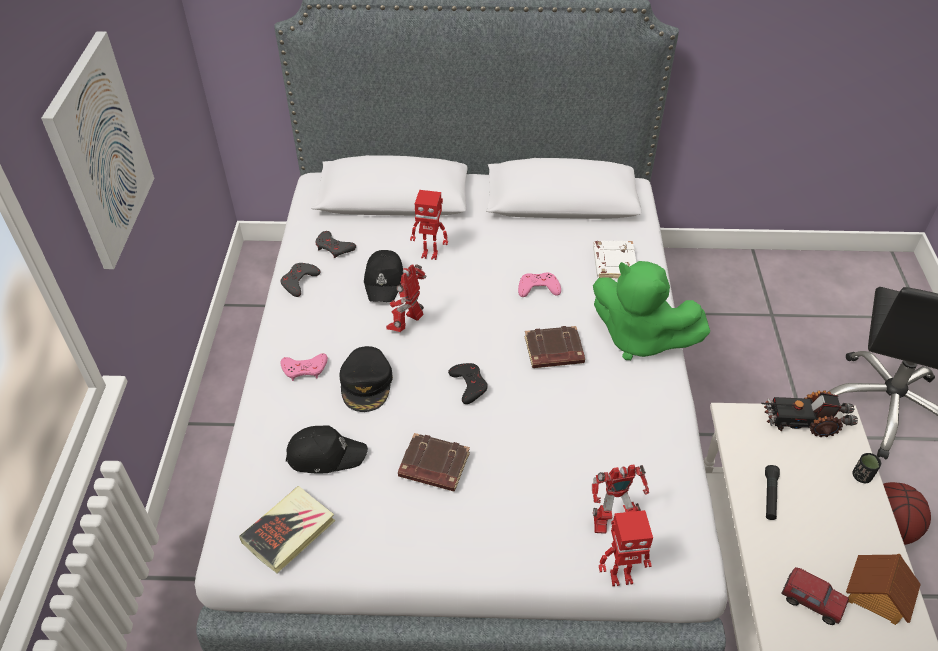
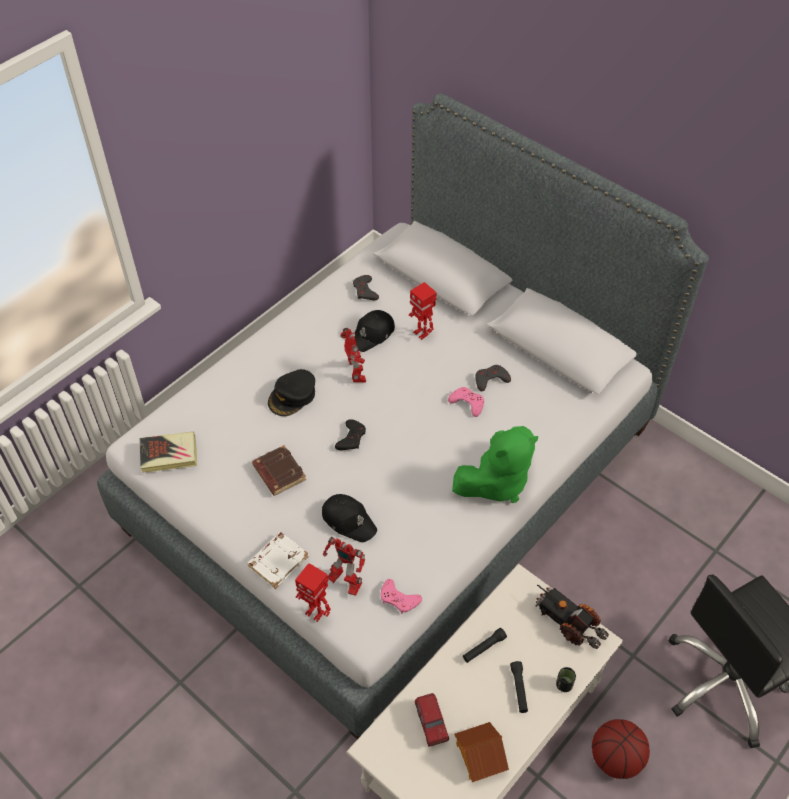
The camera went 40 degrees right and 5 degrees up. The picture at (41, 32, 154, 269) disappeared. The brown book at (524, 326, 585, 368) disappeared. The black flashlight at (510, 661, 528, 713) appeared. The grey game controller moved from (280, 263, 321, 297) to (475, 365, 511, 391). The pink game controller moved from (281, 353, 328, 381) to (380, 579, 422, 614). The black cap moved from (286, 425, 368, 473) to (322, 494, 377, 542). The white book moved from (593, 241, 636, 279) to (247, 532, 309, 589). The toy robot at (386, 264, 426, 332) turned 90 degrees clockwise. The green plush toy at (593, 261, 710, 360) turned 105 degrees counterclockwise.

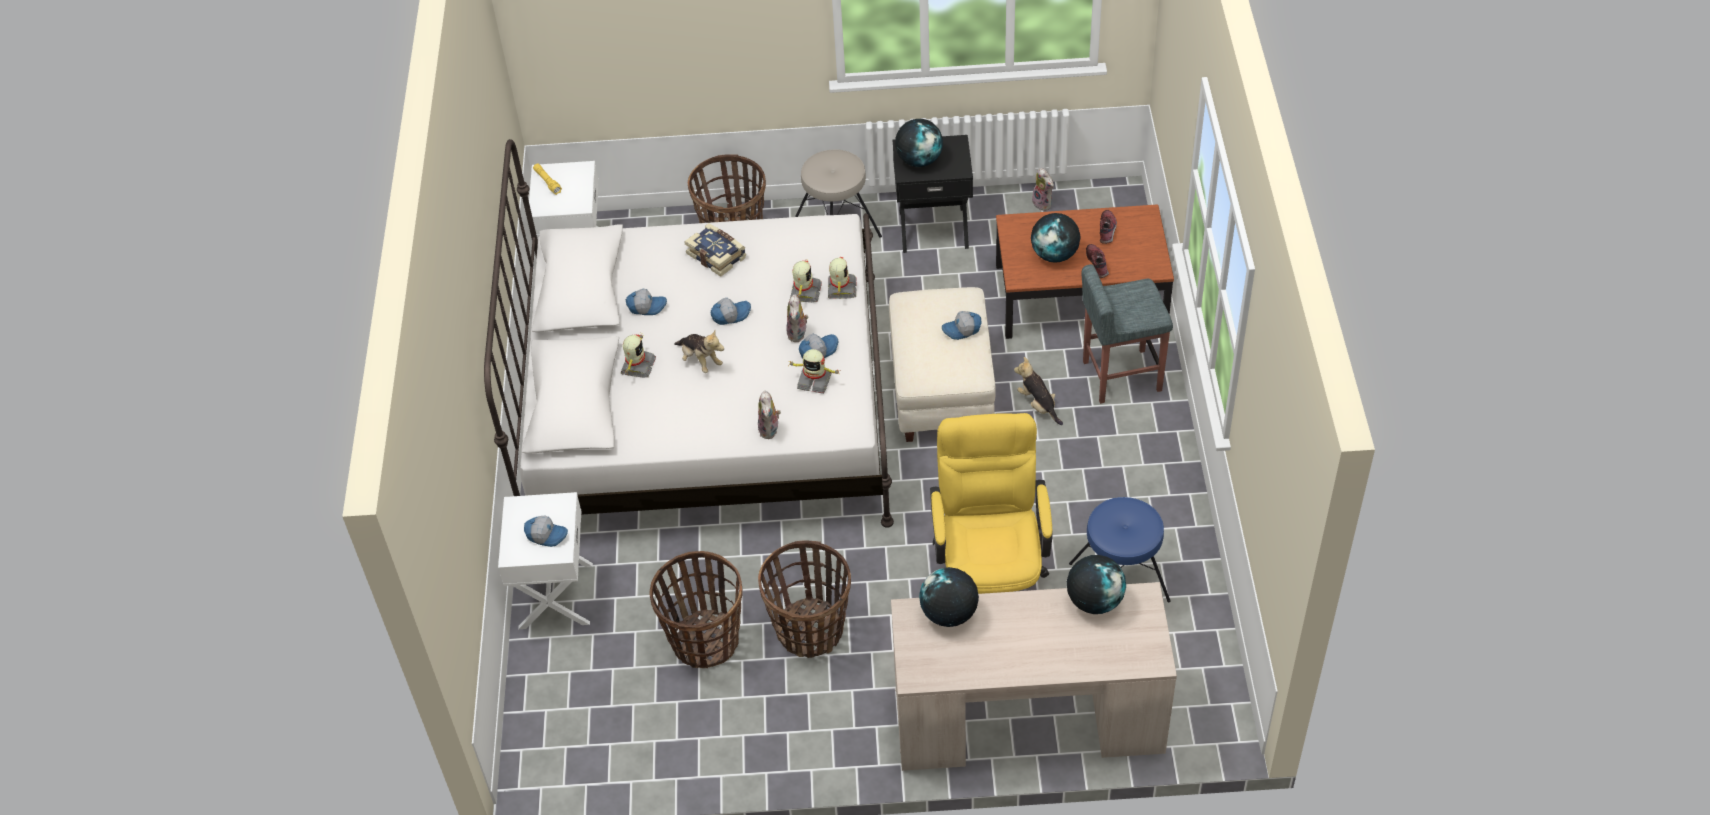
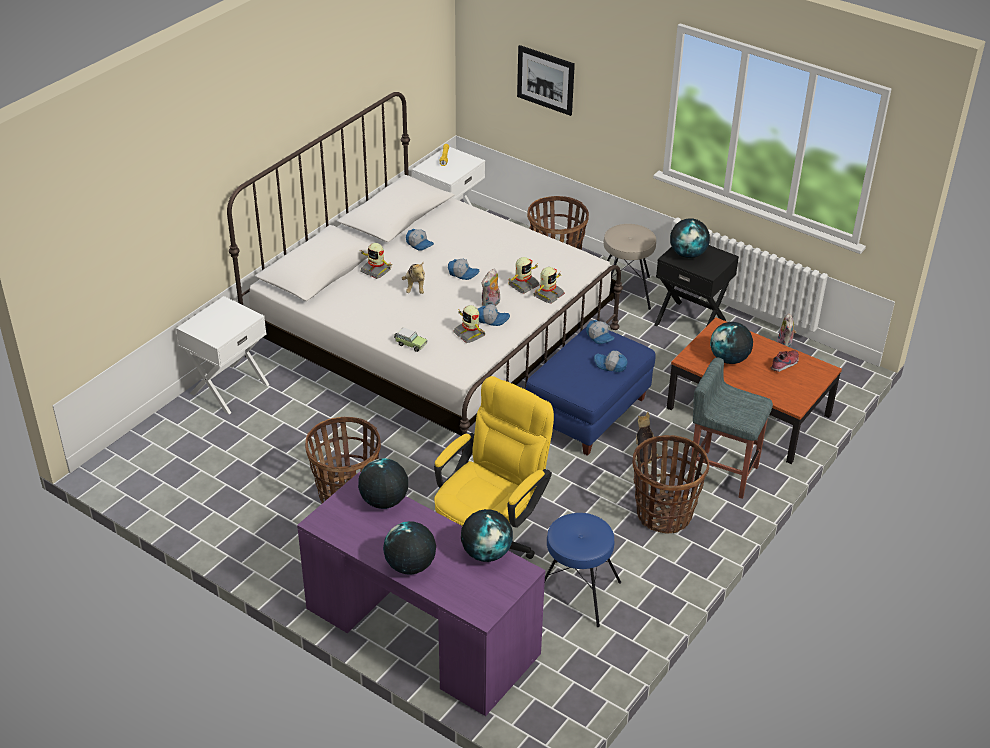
The camera went 35 degrees right and 10 degrees down. The book at (684, 223, 746, 277) disappeared. The shoe at (1086, 244, 1109, 278) disappeared. The globe at (383, 521, 436, 575) appeared. The picture at (517, 45, 575, 116) appeared. The cap moved from (524, 516, 568, 547) to (586, 320, 614, 344). The basket moved from (649, 551, 743, 668) to (632, 435, 709, 533). The plush toy at (758, 390, 781, 439) was replaced by the toy car at (394, 327, 427, 352). The beige ottoman at (889, 287, 996, 442) became the blue ottoman at (526, 327, 656, 456). The beige desk at (891, 582, 1177, 771) became the purple desk at (297, 472, 545, 716). The toy robot at (621, 333, 656, 377) turned 75 degrees clockwise.

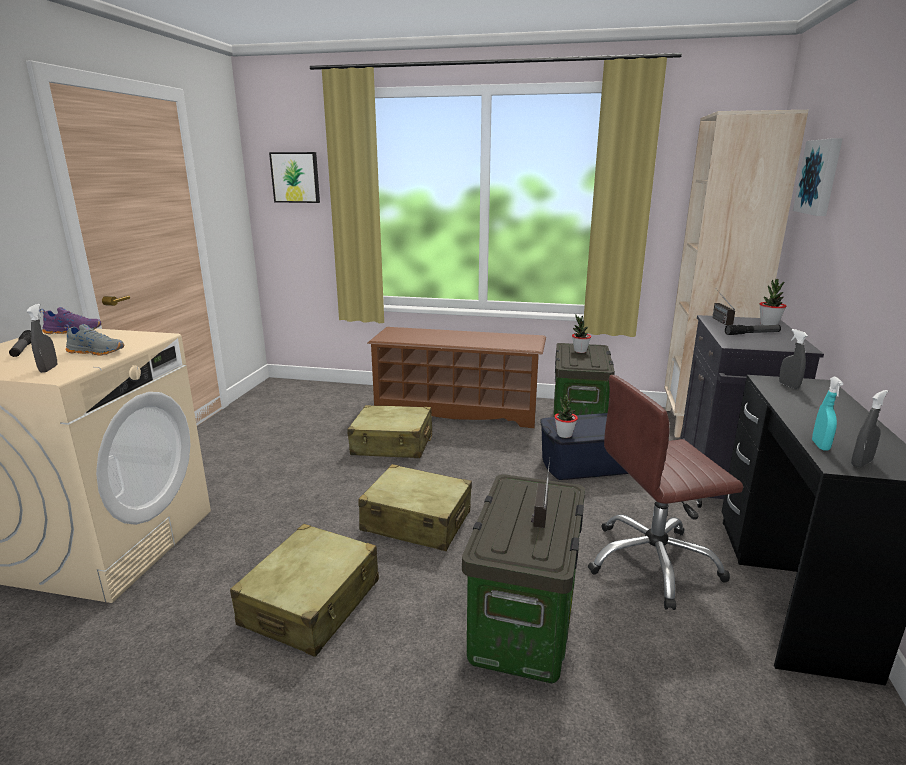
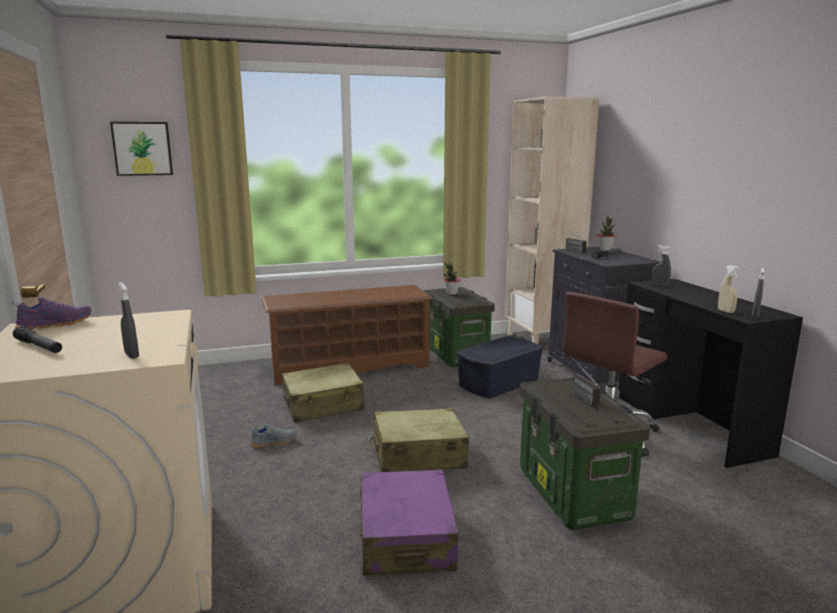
The camera went 30 degrees left and 5 degrees down. The potted plant at (554, 394, 578, 438) disappeared. The picture at (793, 138, 843, 216) disappeared. The grey shoe moved from (64, 324, 124, 356) to (249, 424, 297, 448). The beige suitcase at (230, 524, 379, 657) became the purple suitcase at (360, 469, 459, 576). The turquoise spray bottle at (812, 377, 843, 451) became the beige spray bottle at (718, 265, 739, 313).

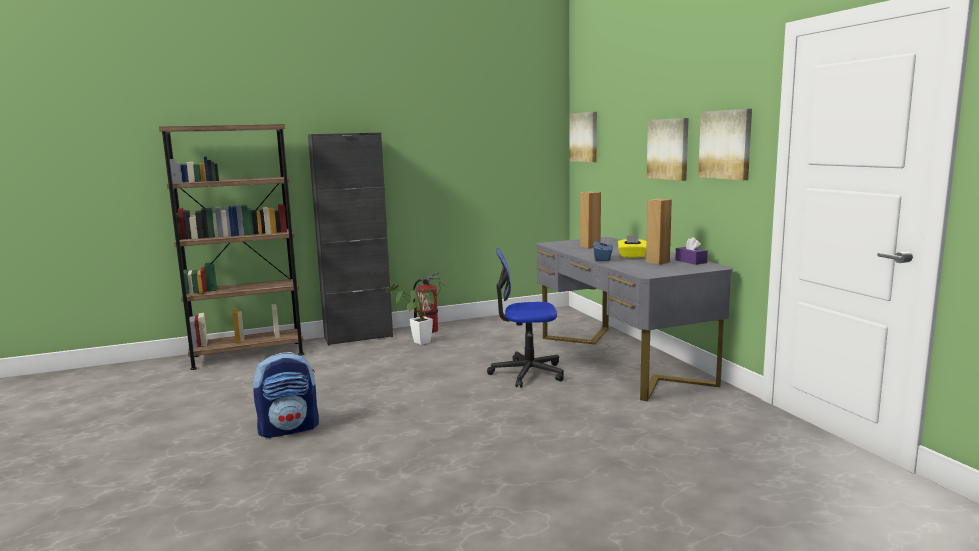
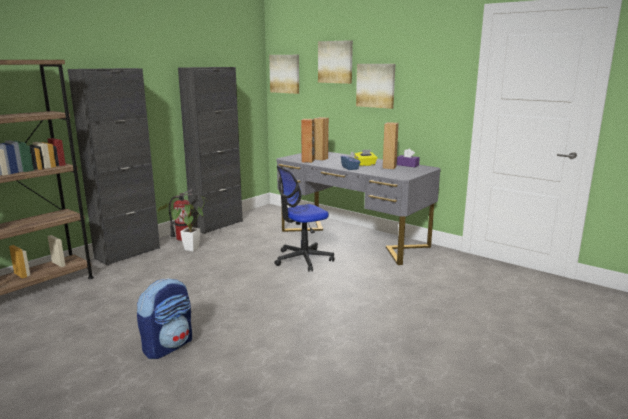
The camera went 30 degrees left and 5 degrees up. The black cabinet at (178, 67, 243, 234) appeared. The brown speaker at (301, 119, 314, 163) appeared. The picture moved from (698, 109, 752, 180) to (318, 40, 353, 84).

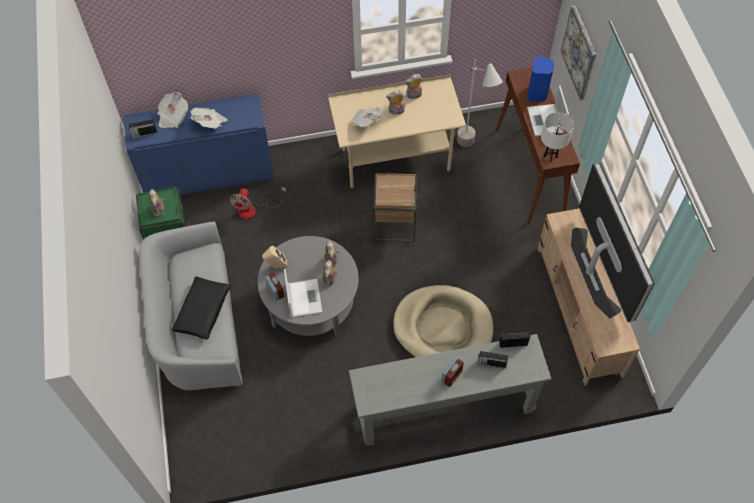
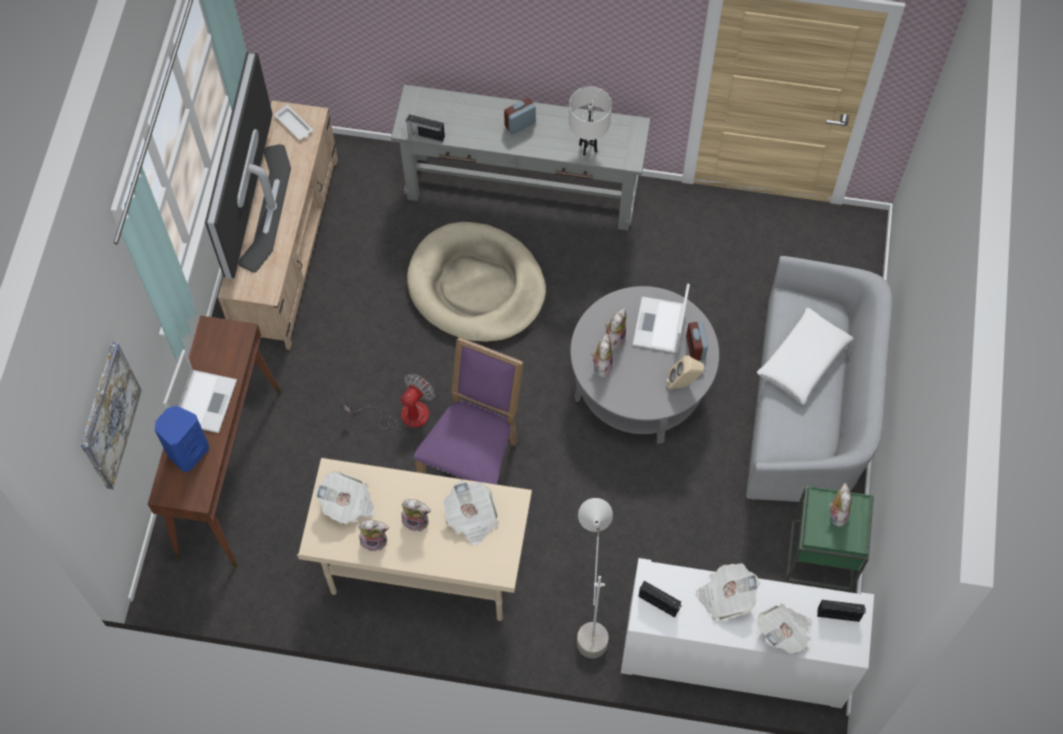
The camera went 160 degrees left and 5 degrees up. The white tray at (274, 105, 313, 140) appeared. The newspaper at (315, 471, 375, 524) appeared. The fan moved from (229, 187, 286, 220) to (344, 374, 434, 430). The grey floor lamp moved from (457, 59, 503, 147) to (577, 498, 613, 658). The radio moved from (478, 351, 508, 369) to (638, 581, 682, 617). The white table lamp moved from (541, 112, 574, 163) to (569, 86, 612, 156). The brown side table at (373, 173, 417, 242) was replaced by the purple chair at (414, 336, 524, 484). The blue cabinet at (123, 93, 274, 195) became the white cabinet at (621, 558, 874, 709). The black pillow at (171, 277, 231, 340) became the white pillow at (757, 308, 854, 405).

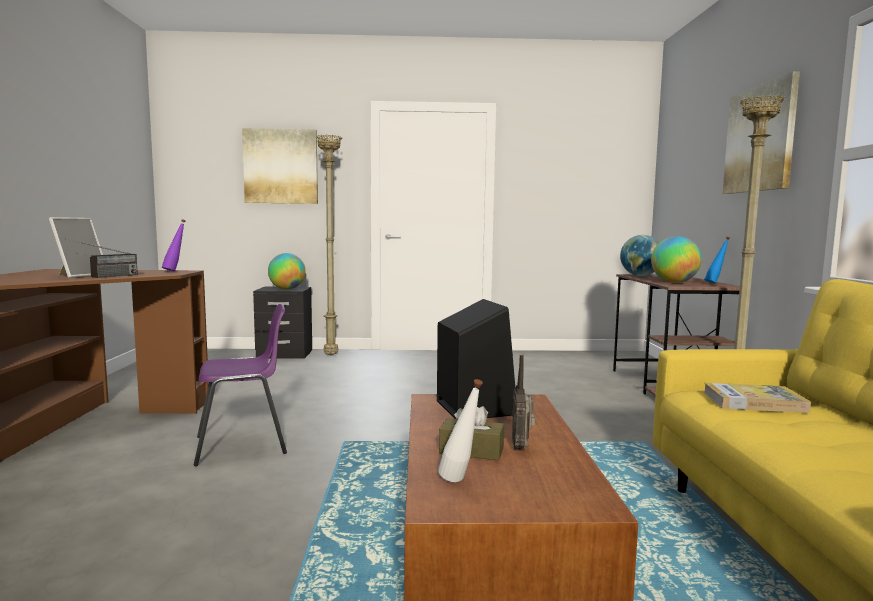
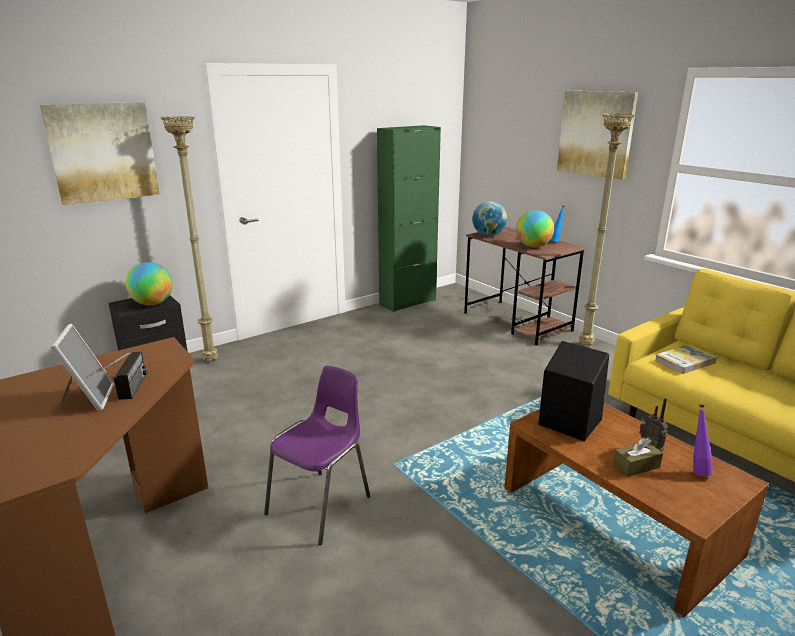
The camera went 35 degrees left and 15 degrees up. The white bottle at (438, 379, 483, 482) disappeared. The green cabinet at (377, 125, 441, 312) appeared. The purple bottle moved from (162, 219, 186, 271) to (693, 404, 712, 476).

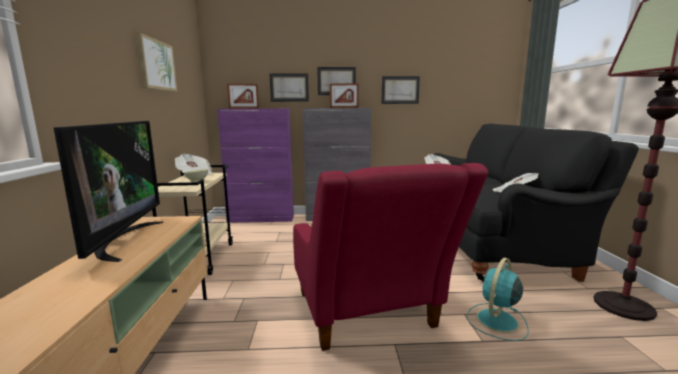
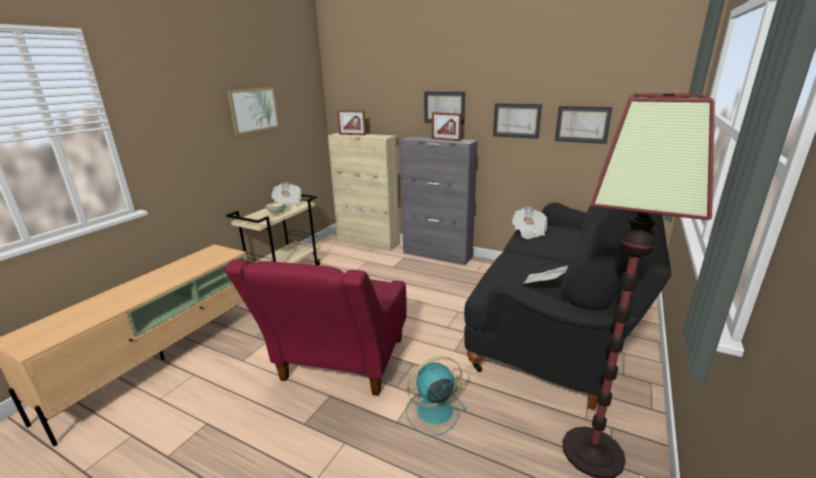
The camera went 30 degrees right and 10 degrees up. The television at (54, 121, 163, 262) disappeared. The picture moved from (270, 73, 309, 102) to (555, 106, 613, 144). The purple cabinet at (217, 108, 294, 223) became the beige cabinet at (328, 133, 400, 251).

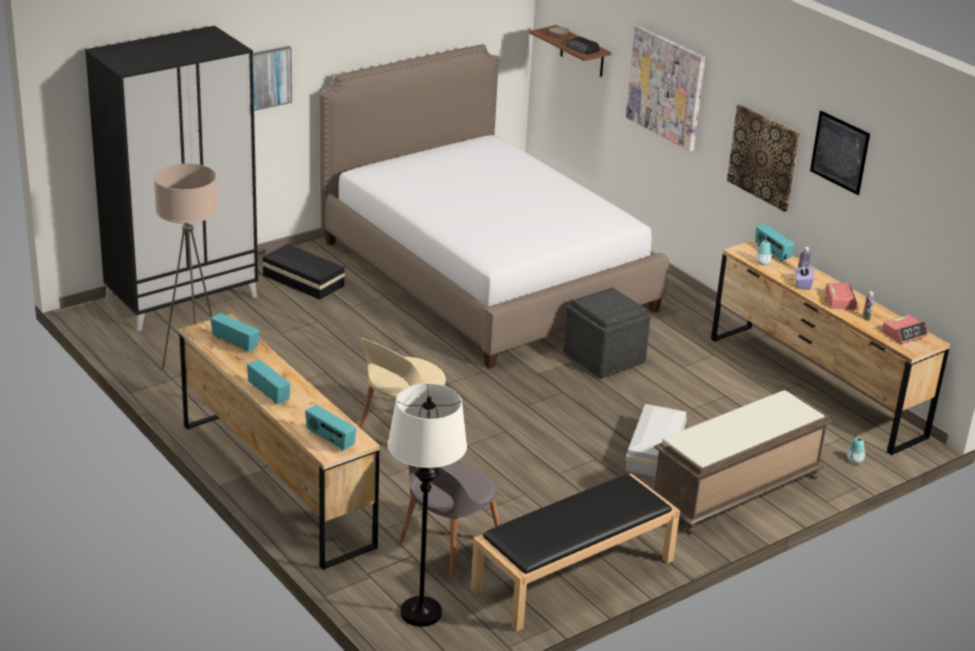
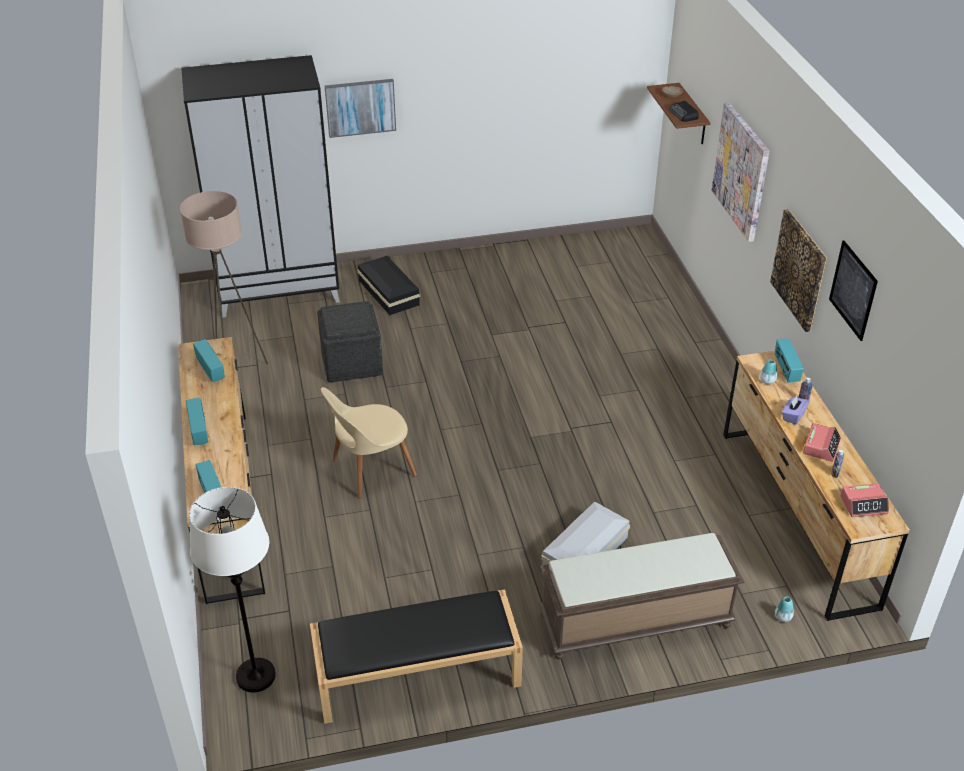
The camera went 25 degrees right and 10 degrees up. The bed at (319, 44, 669, 369) disappeared. The grey chair at (399, 464, 500, 575) disappeared. The grey ottoman moved from (563, 287, 651, 378) to (317, 301, 383, 383).

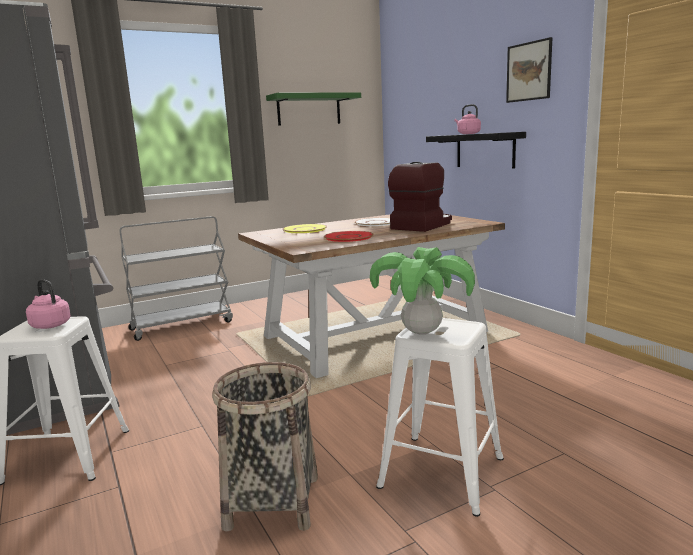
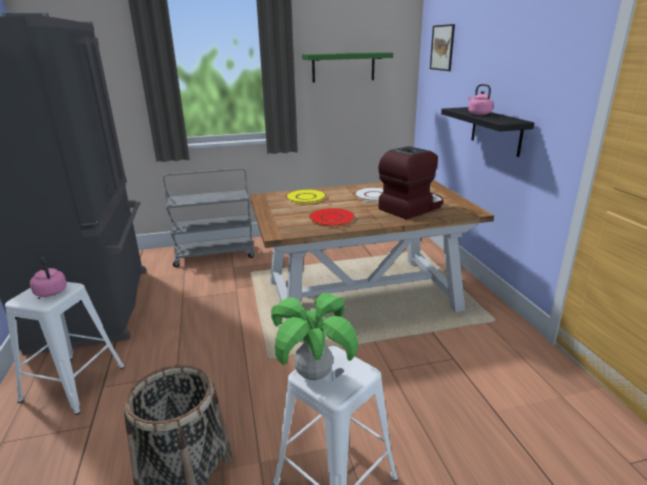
The camera went 15 degrees right and 10 degrees up. The picture moved from (506, 37, 553, 103) to (430, 24, 455, 71).

